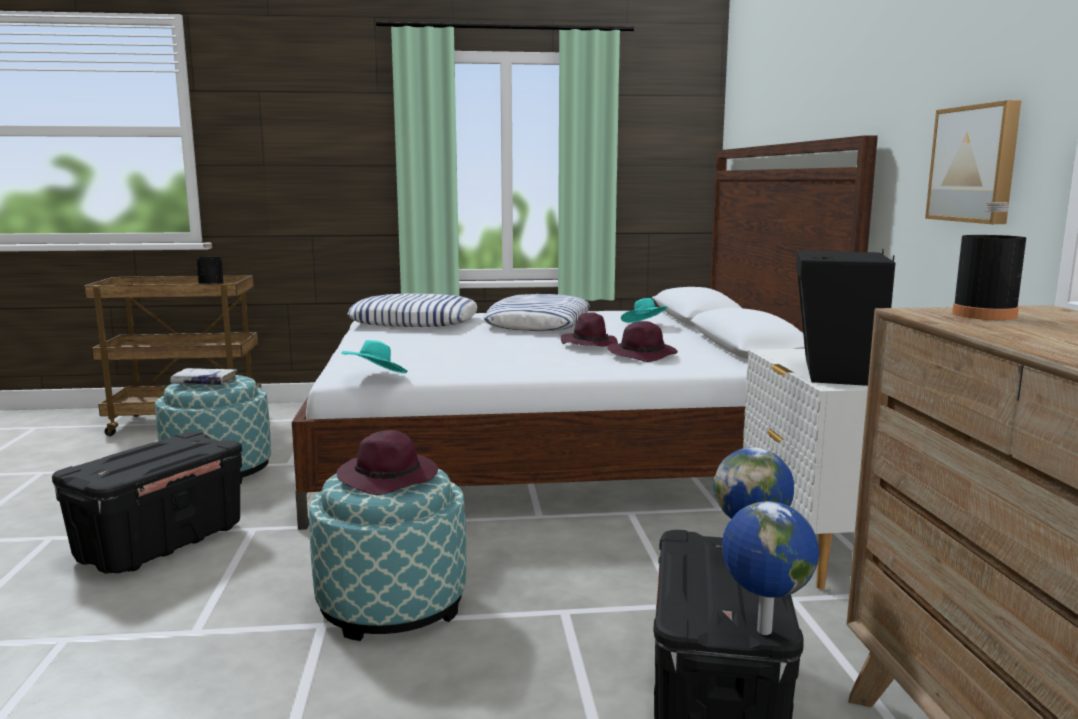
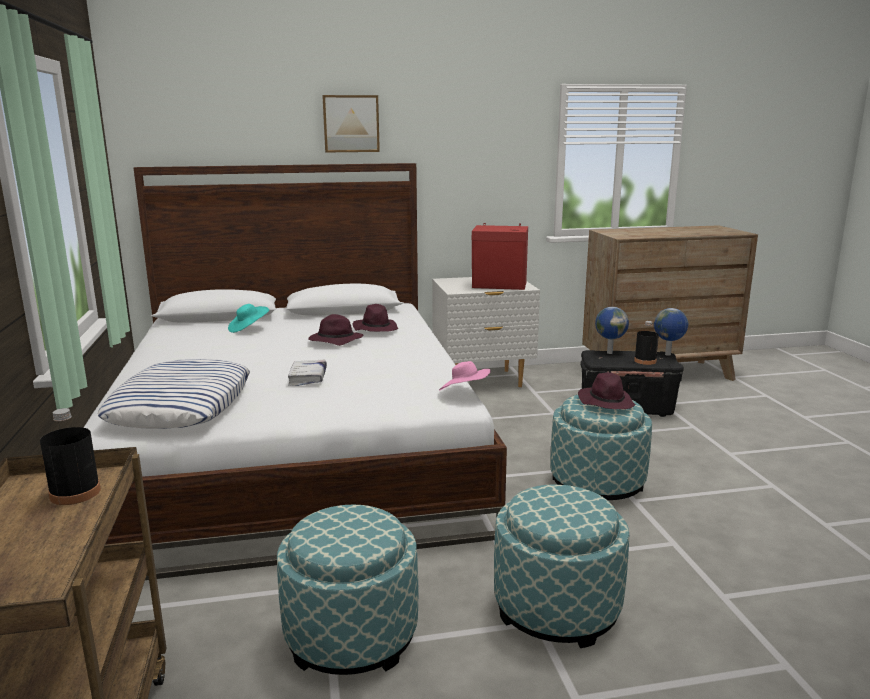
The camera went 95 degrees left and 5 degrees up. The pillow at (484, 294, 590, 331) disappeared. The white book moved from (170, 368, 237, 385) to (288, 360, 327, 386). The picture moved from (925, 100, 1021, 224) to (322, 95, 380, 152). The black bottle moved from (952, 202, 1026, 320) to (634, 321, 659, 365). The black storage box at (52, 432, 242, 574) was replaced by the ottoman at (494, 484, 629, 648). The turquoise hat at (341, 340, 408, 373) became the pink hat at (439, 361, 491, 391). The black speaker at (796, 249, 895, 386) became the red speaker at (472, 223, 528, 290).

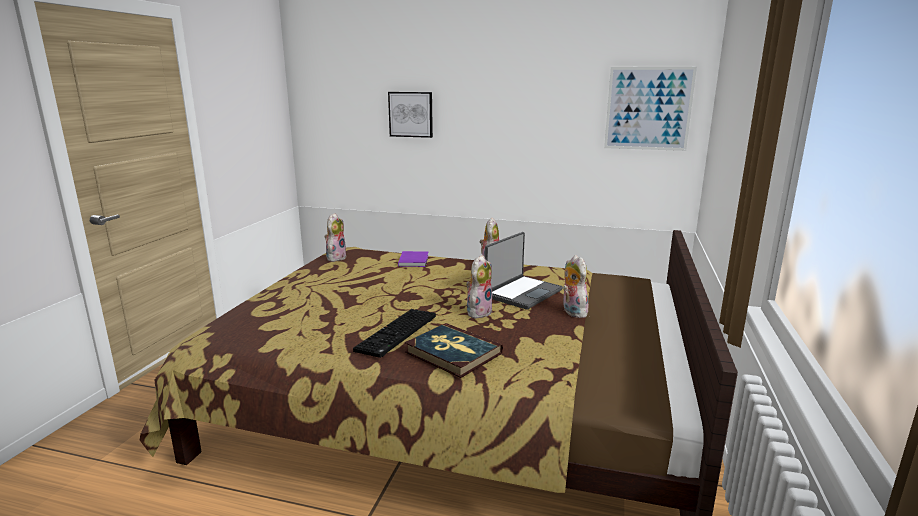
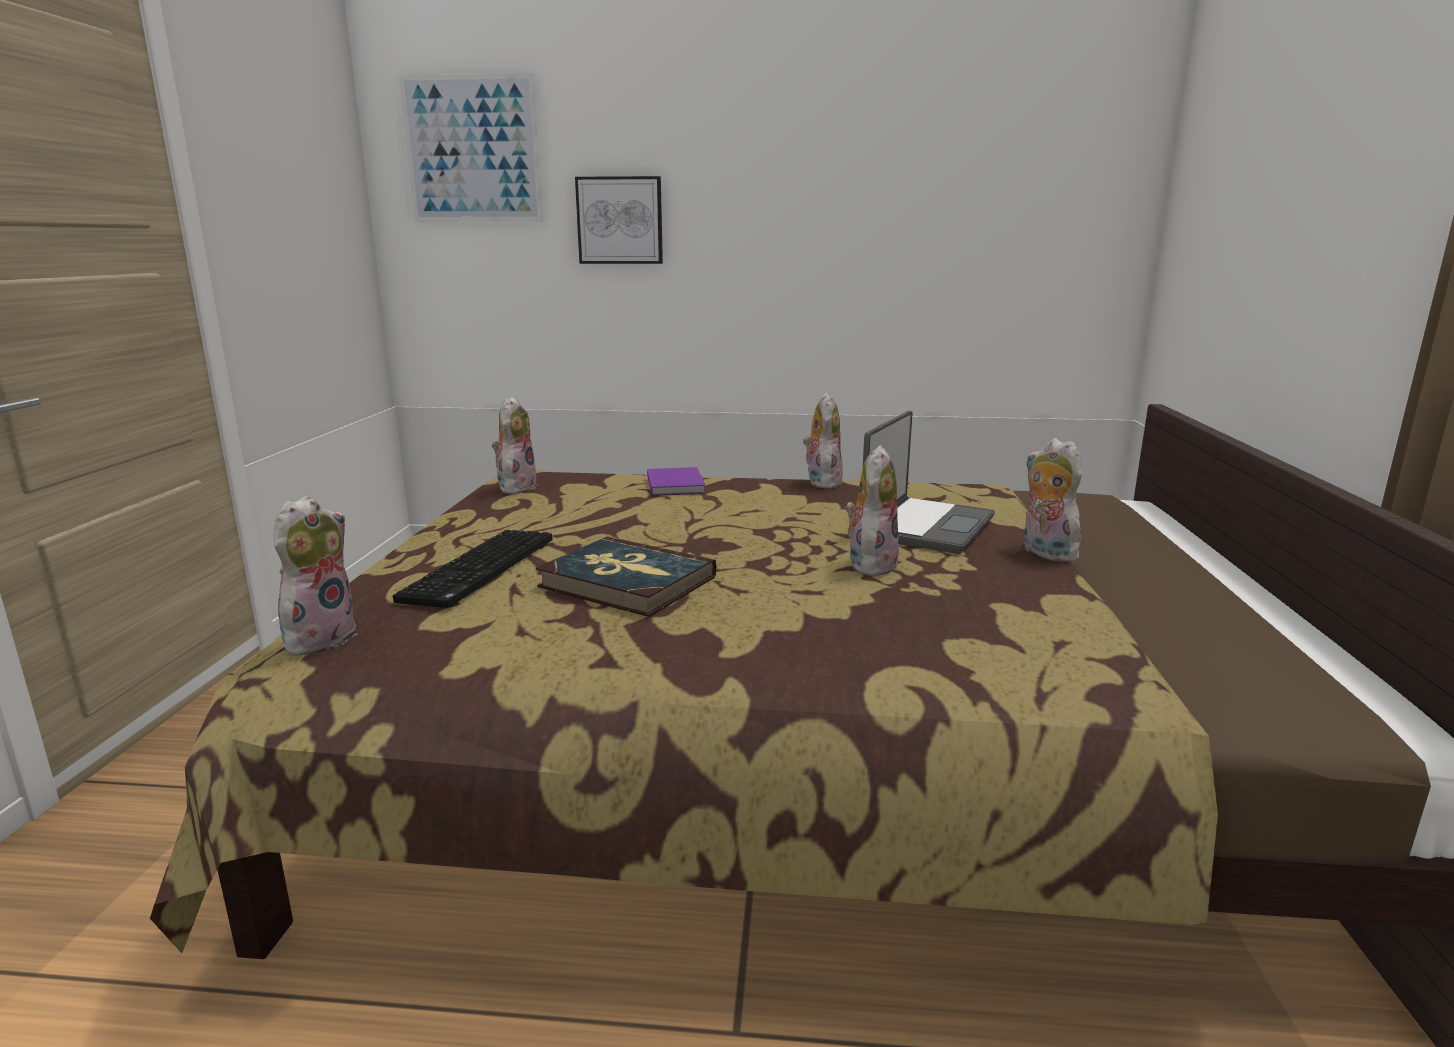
The camera went 10 degrees left and 0 degrees up. The plush toy at (274, 496, 358, 657) appeared. The keyboard moved from (353, 309, 436, 358) to (393, 530, 553, 608). The book moved from (405, 323, 503, 378) to (536, 536, 717, 617). The picture moved from (604, 67, 697, 151) to (399, 73, 543, 222).

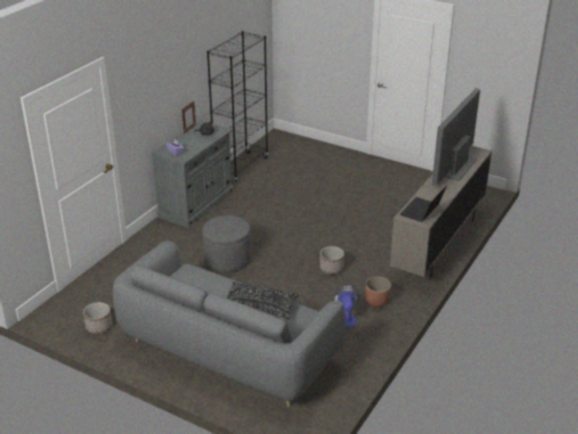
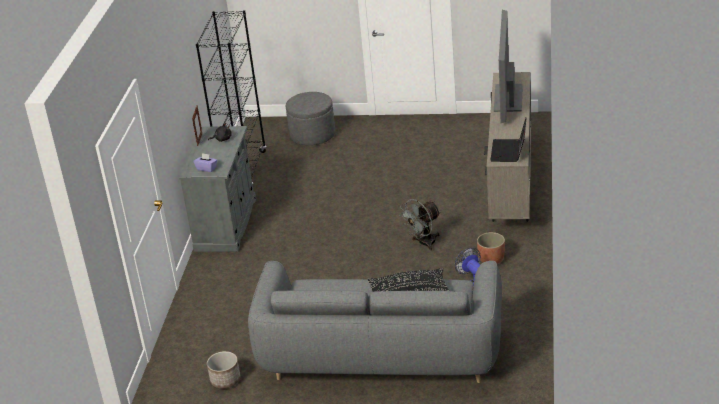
The camera went 20 degrees left and 0 degrees up. The grey ottoman moved from (202, 215, 251, 272) to (286, 92, 335, 145). The planter at (320, 246, 344, 275) was replaced by the grey fan at (399, 199, 440, 250).

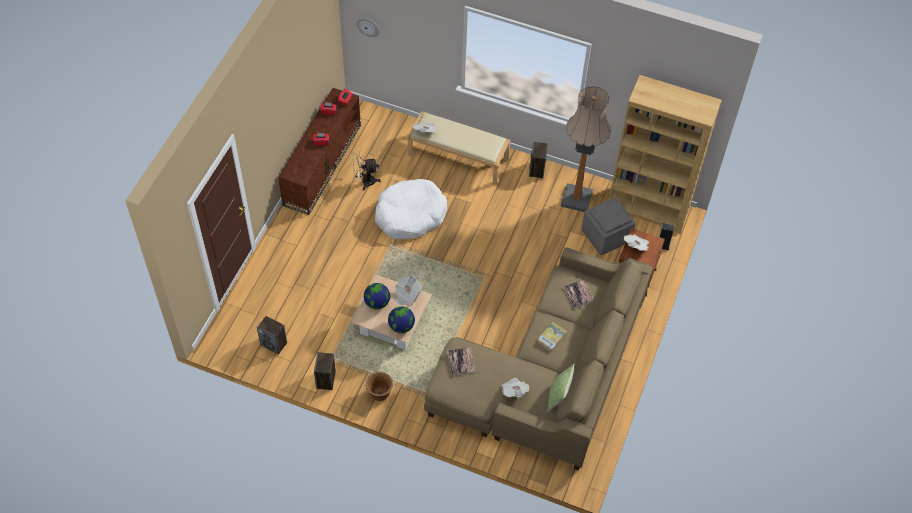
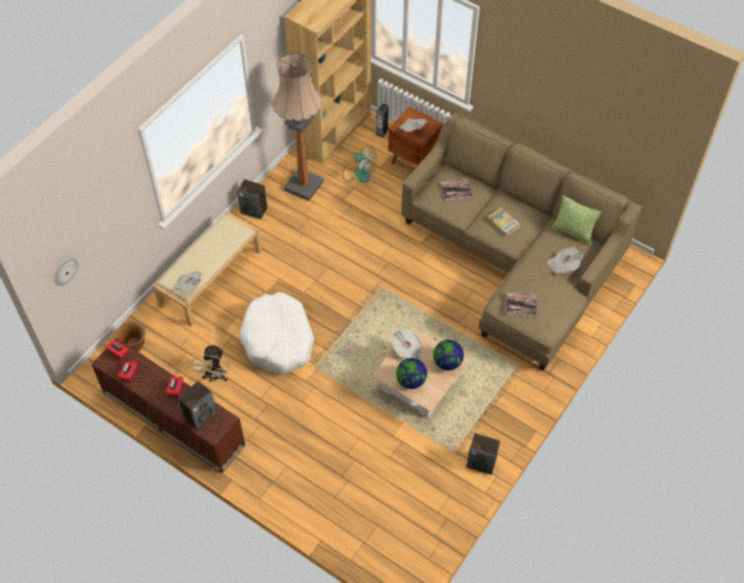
The camera went 75 degrees left and 0 degrees up. The speaker moved from (257, 316, 287, 355) to (178, 381, 217, 430). The brown planter moved from (366, 372, 393, 401) to (115, 321, 146, 352). The grey ottoman at (582, 197, 636, 255) was replaced by the fan at (342, 145, 376, 183).

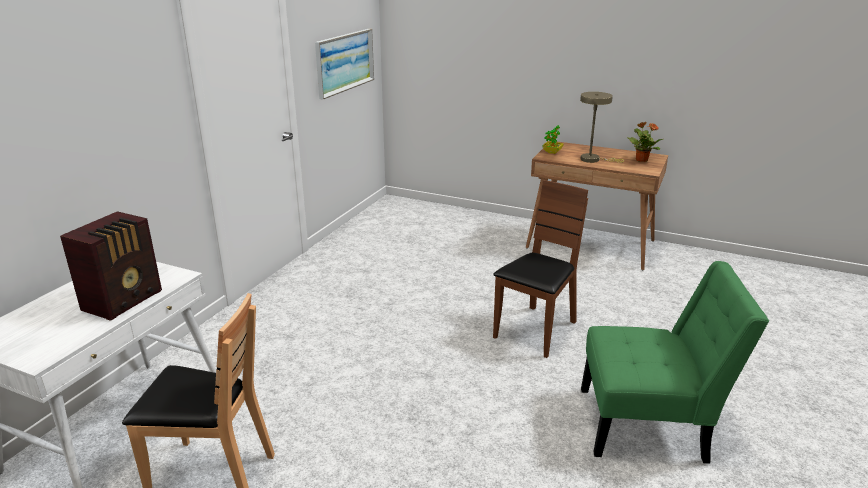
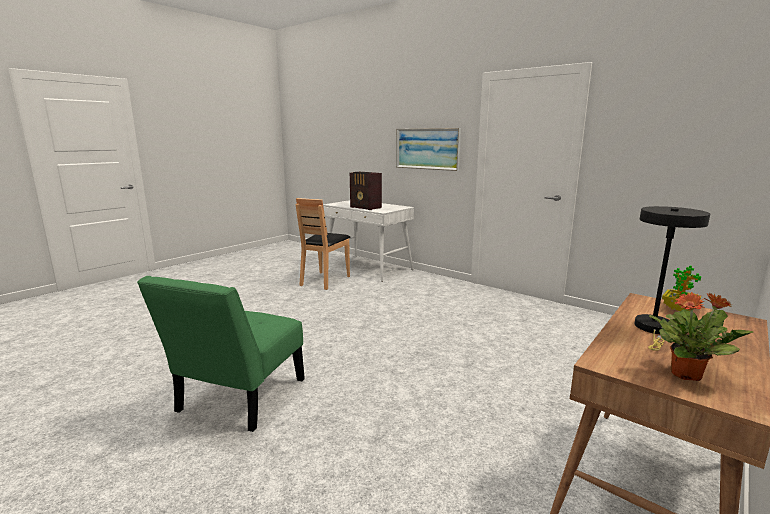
The camera went 105 degrees right and 10 degrees down. The brown chair at (493, 180, 588, 358) disappeared. The picture moved from (315, 29, 374, 100) to (396, 128, 461, 171). The beige table lamp at (580, 92, 624, 163) became the black table lamp at (634, 206, 710, 351).

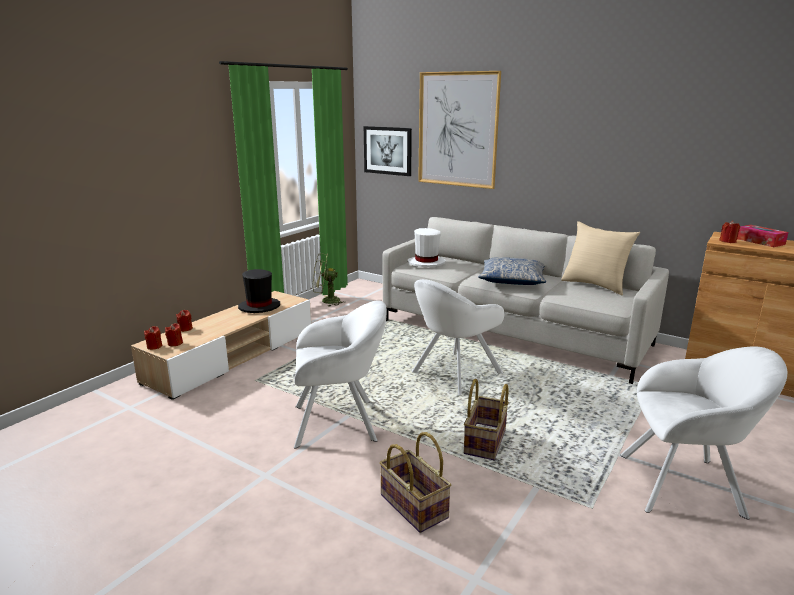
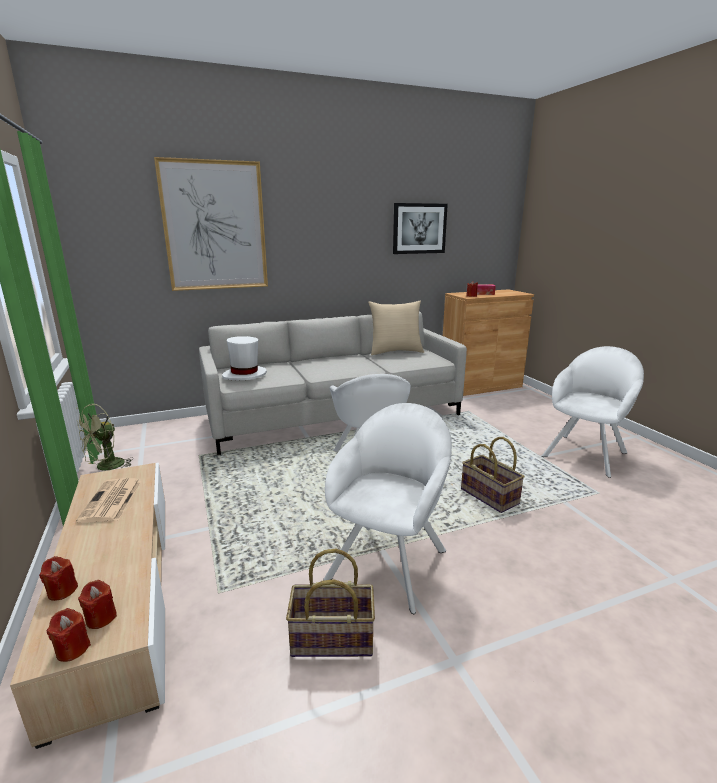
The camera went 55 degrees left and 0 degrees up. The pillow at (478, 257, 546, 285) disappeared. The picture moved from (364, 126, 412, 176) to (393, 203, 448, 254). The basket moved from (379, 432, 451, 533) to (286, 549, 375, 657). The black hat at (238, 269, 280, 313) was replaced by the newspaper at (76, 478, 142, 523).

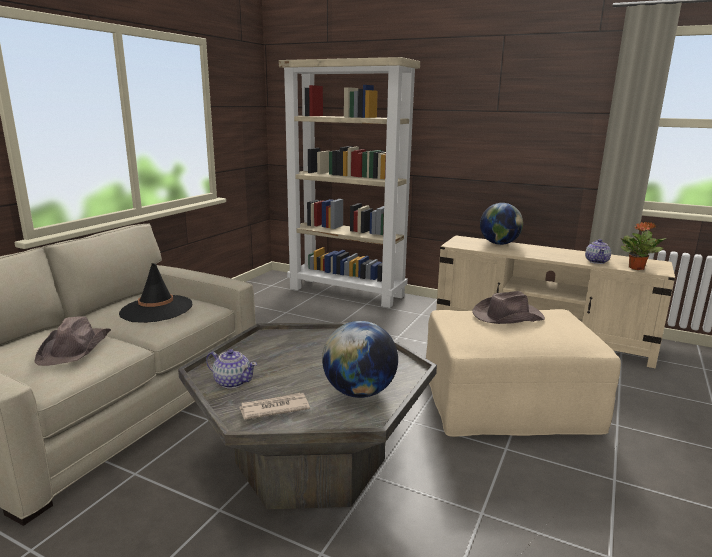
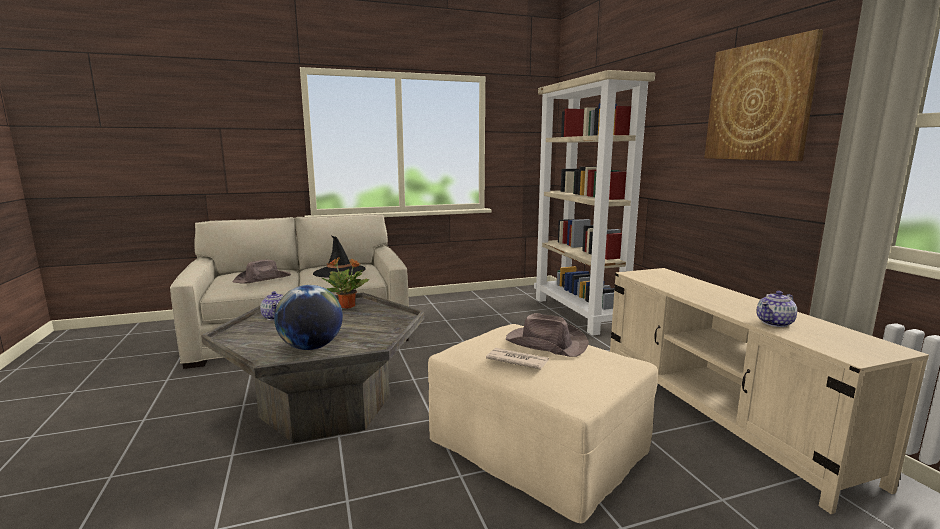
The camera went 45 degrees right and 5 degrees down. The globe at (480, 203, 523, 245) disappeared. The picture at (704, 29, 823, 161) appeared. The newspaper moved from (239, 393, 310, 420) to (486, 348, 549, 369). The potted plant moved from (621, 222, 667, 270) to (322, 257, 369, 309).

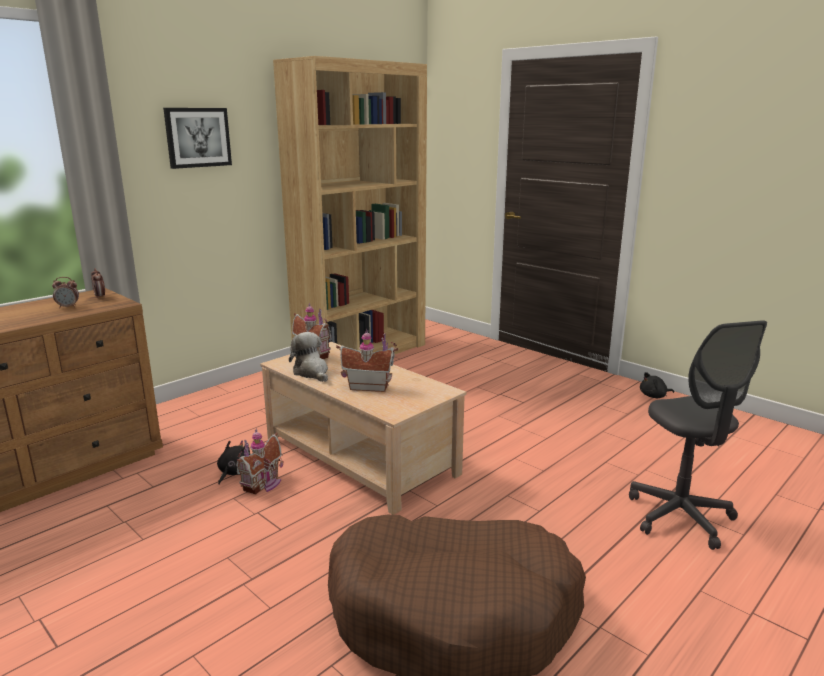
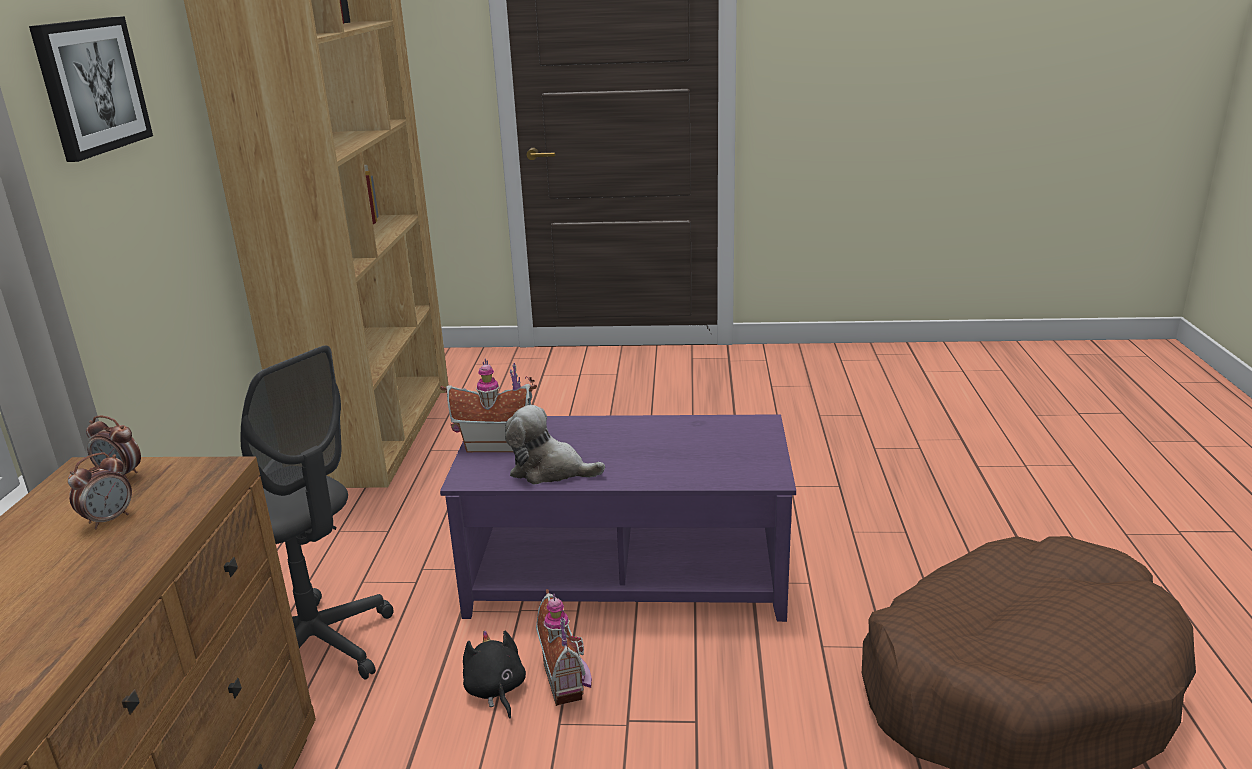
The camera went 40 degrees left and 5 degrees up. The toy house at (336, 329, 398, 392) disappeared. The black plush toy at (640, 372, 674, 398) disappeared. The grey office chair moved from (629, 320, 767, 550) to (240, 345, 393, 680). The beige coffee table at (260, 342, 466, 515) became the purple coffee table at (440, 414, 796, 622).

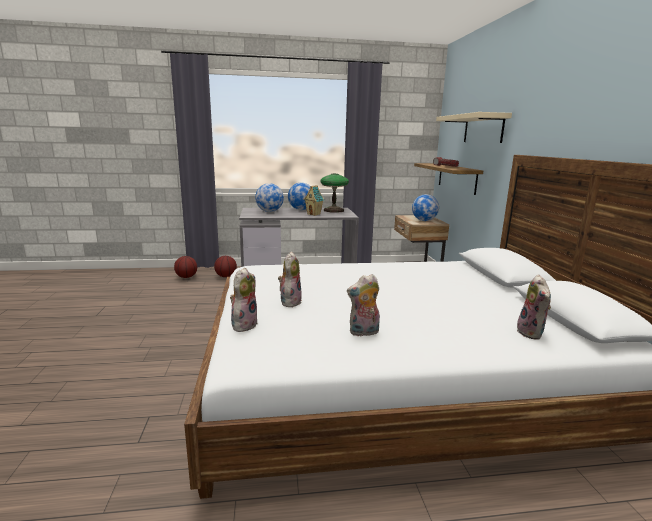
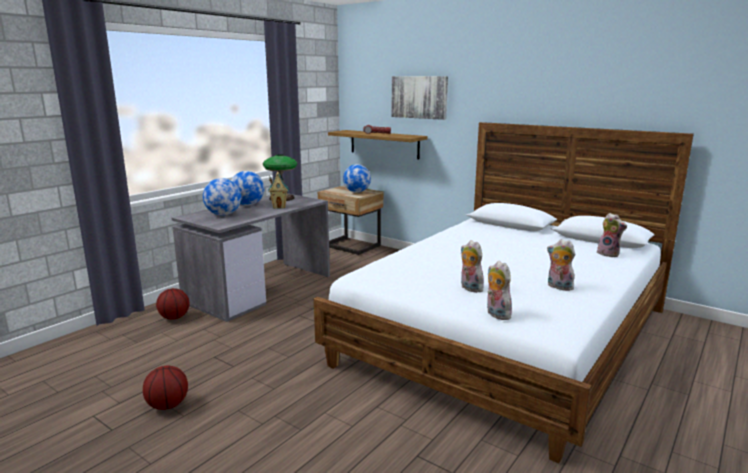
The camera went 45 degrees left and 0 degrees up. The basketball moved from (174, 256, 197, 278) to (143, 366, 188, 410). The beige shelf at (436, 112, 512, 143) was replaced by the picture at (391, 76, 448, 120). The plush toy at (347, 274, 380, 337) turned 105 degrees clockwise.

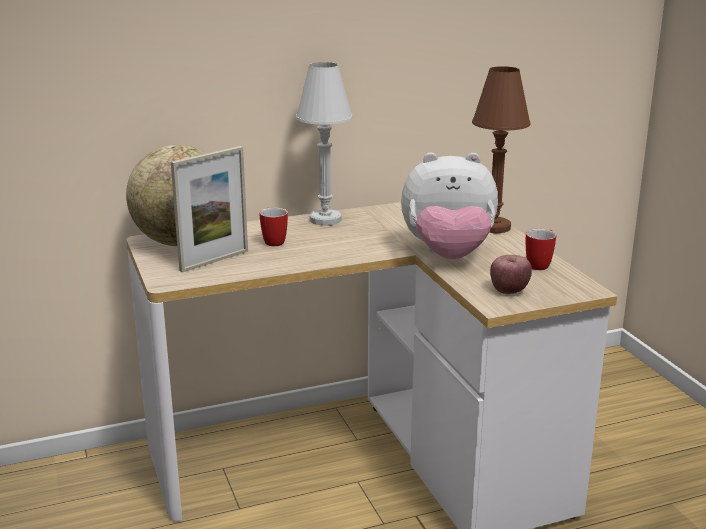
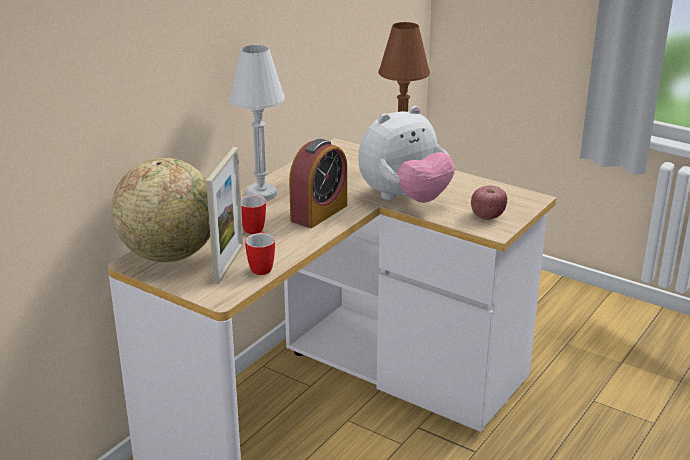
The camera went 35 degrees left and 5 degrees up. The alarm clock at (289, 139, 347, 228) appeared. The mug moved from (526, 229, 556, 270) to (245, 231, 275, 275).

